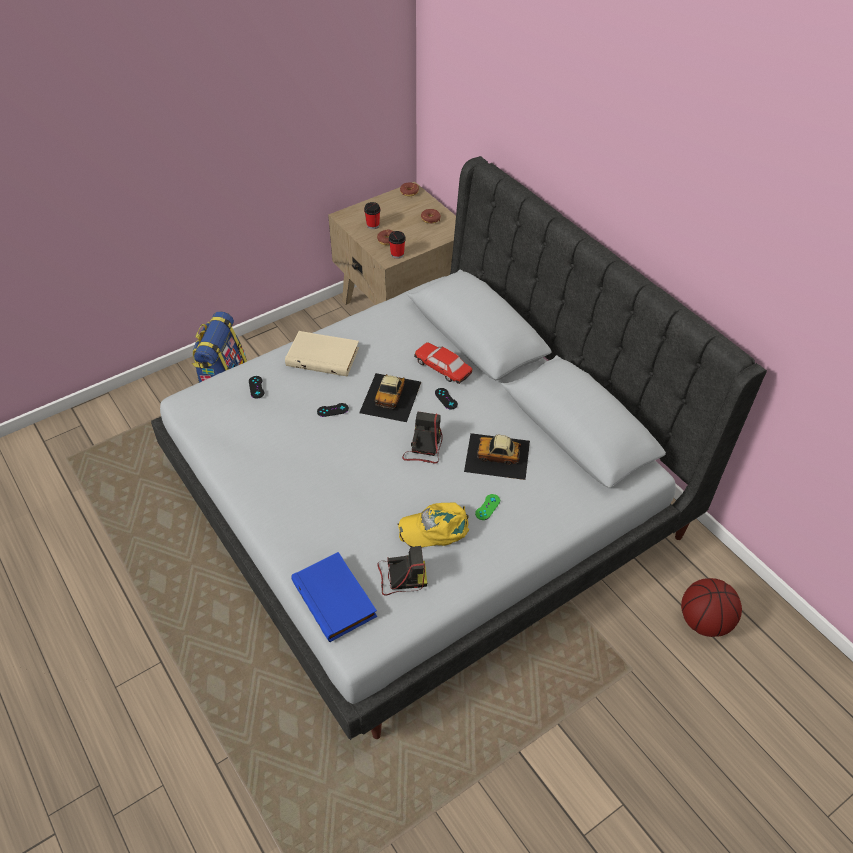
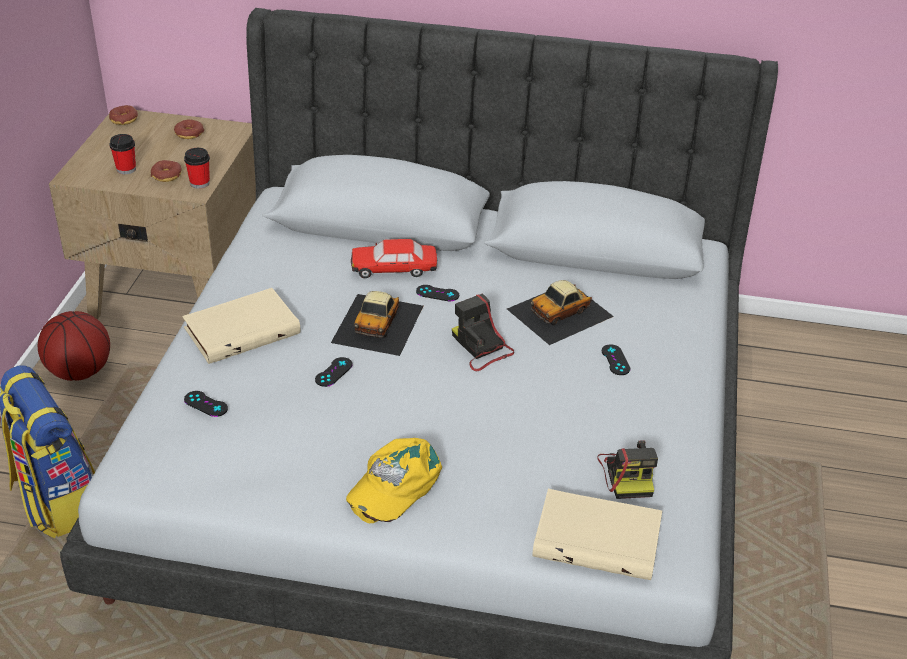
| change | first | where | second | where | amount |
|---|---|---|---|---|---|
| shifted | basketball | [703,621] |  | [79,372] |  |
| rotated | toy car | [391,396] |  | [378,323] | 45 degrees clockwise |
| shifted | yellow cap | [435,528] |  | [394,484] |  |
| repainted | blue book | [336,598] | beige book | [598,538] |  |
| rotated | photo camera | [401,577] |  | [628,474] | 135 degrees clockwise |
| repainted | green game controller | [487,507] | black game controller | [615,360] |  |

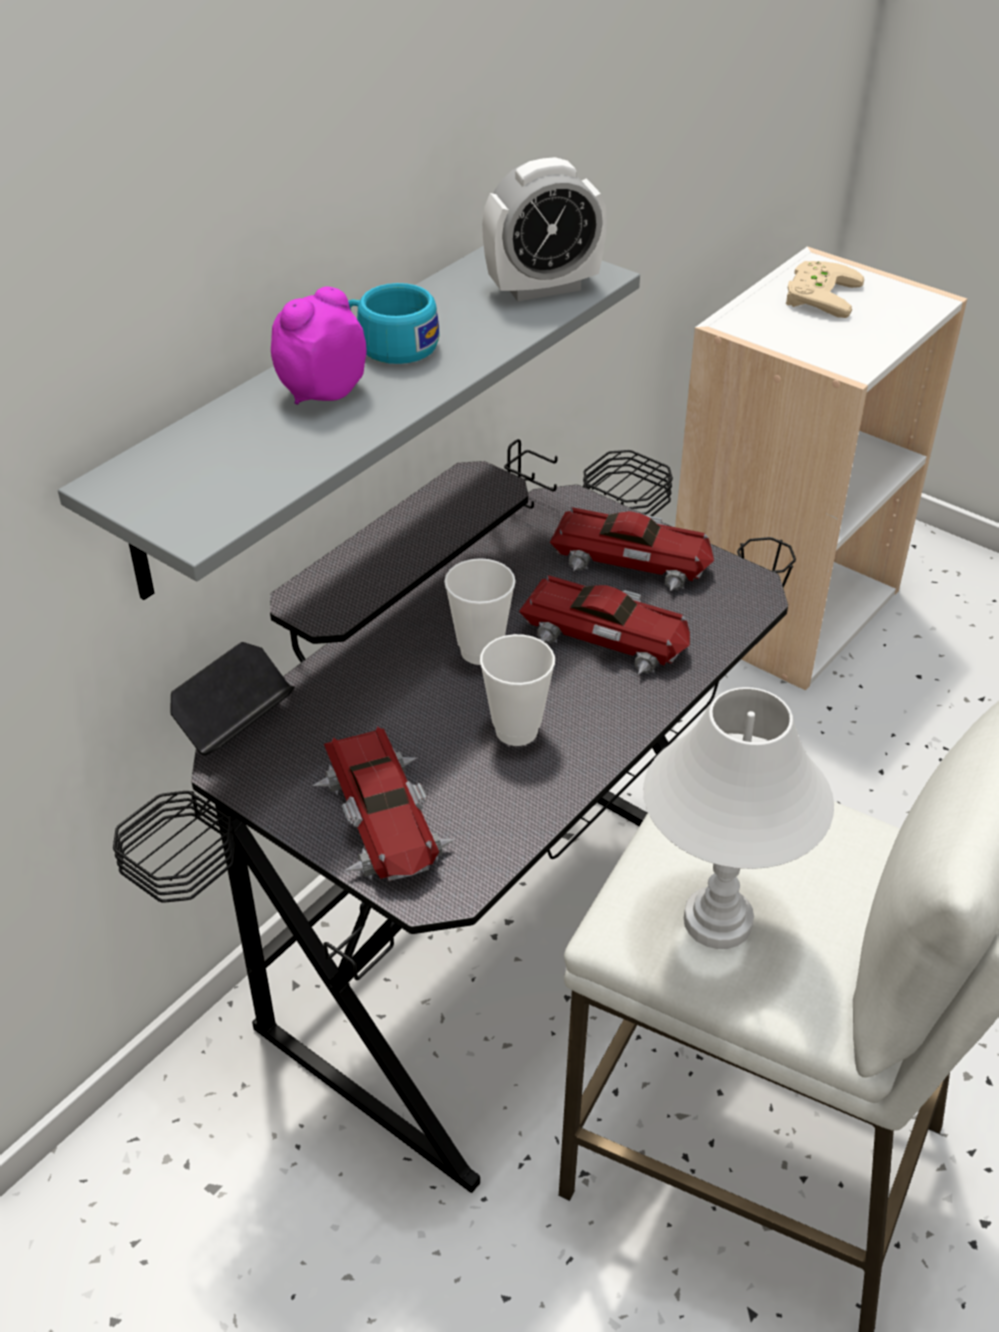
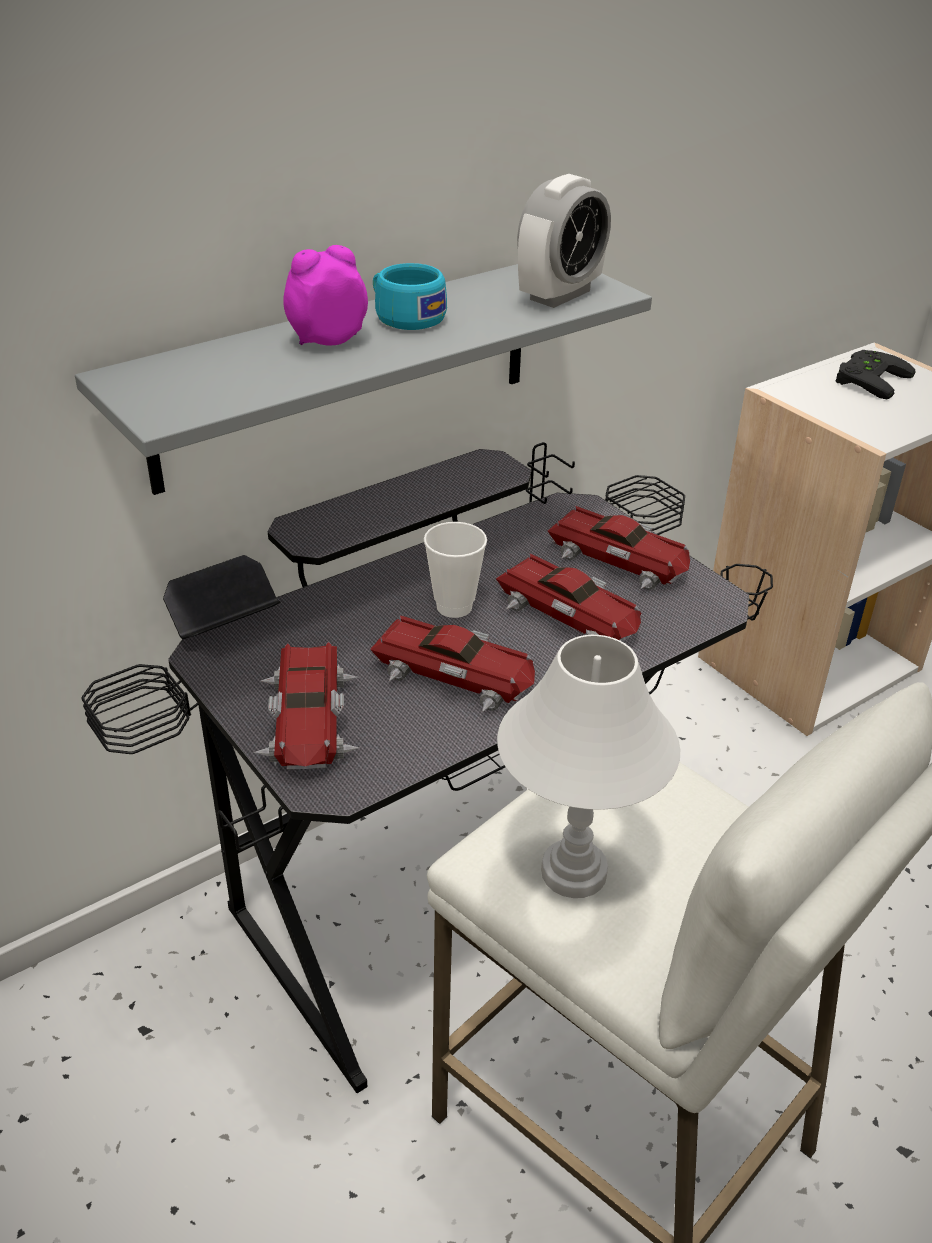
| change | first | where | second | where | amount |
|---|---|---|---|---|---|
| swapped | cup | [516,731] | toy car | [456,674] |  |
| rotated | alarm clock | [543,288] |  | [559,295] | 45 degrees counterclockwise |
| repainted | beige game controller | [817,294] | black game controller | [867,378] |  |

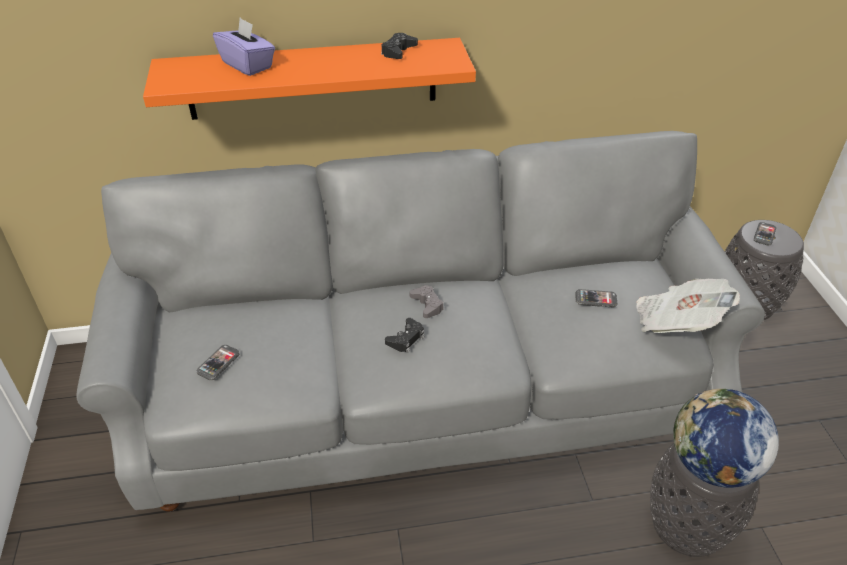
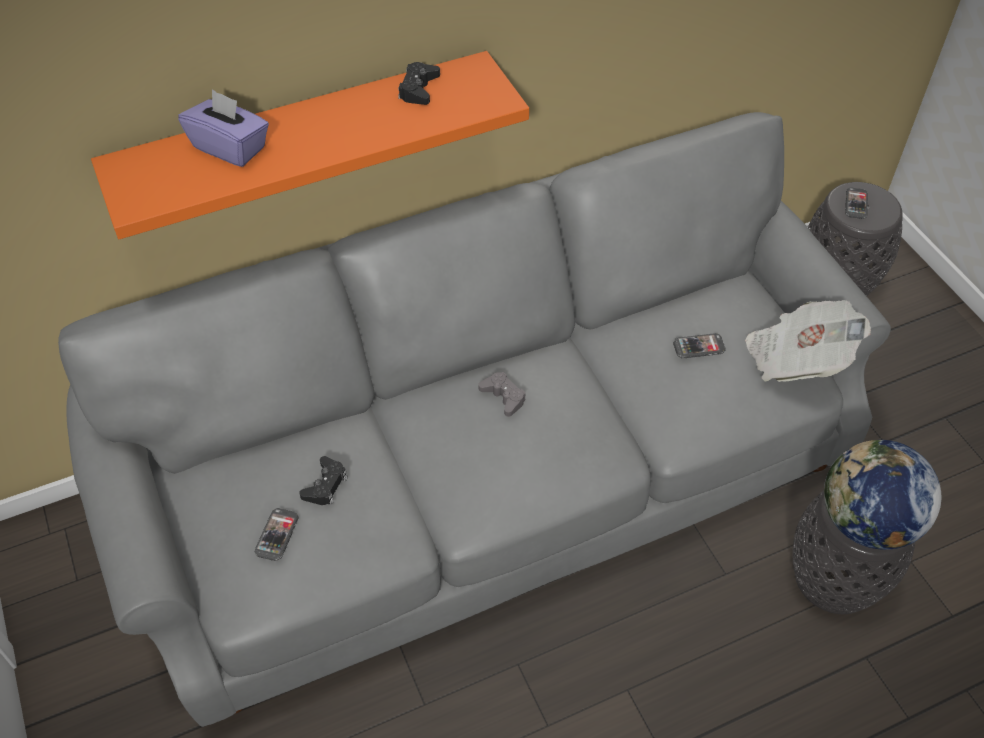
| change | first | where | second | where | amount |
|---|---|---|---|---|---|
| shifted | black game controller | [406,339] |  | [325,485] |  |

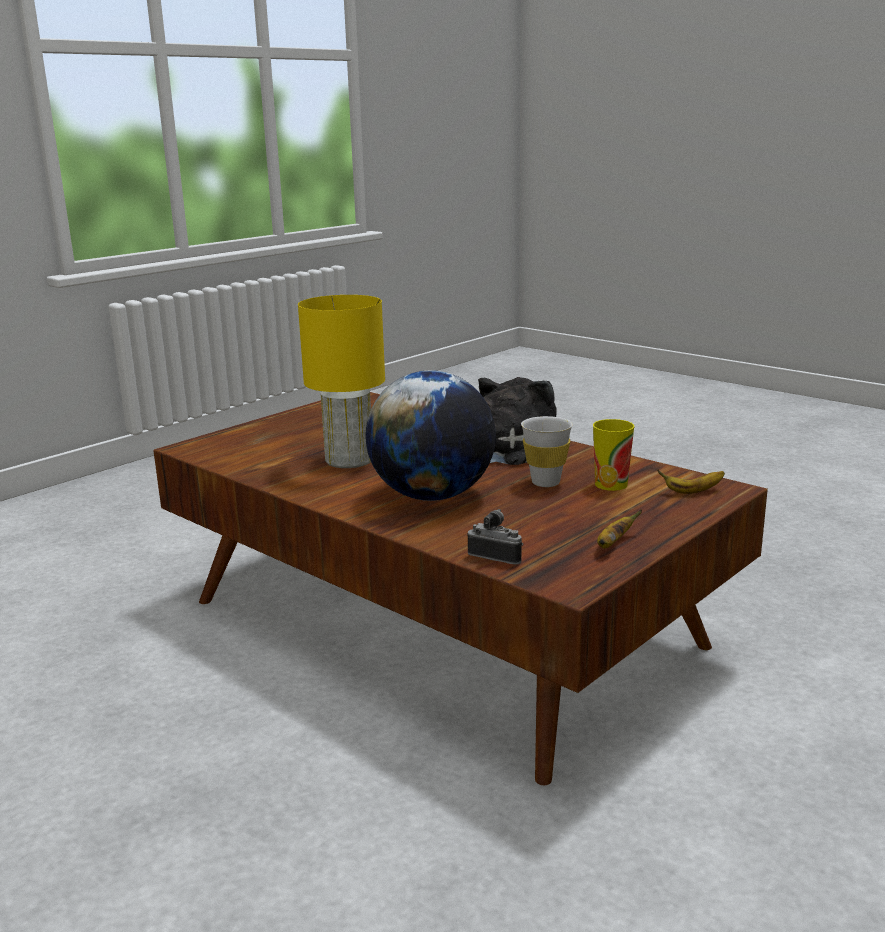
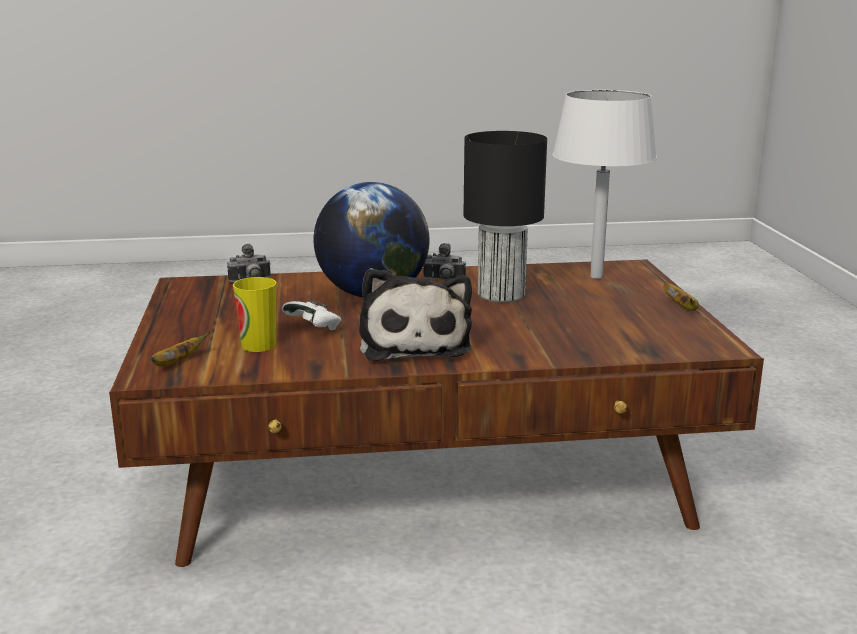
| change | first | where | second | where | amount |
|---|---|---|---|---|---|
| swapped | white cup | [545,482] | white game controller | [314,329] |  |
| new |  |  | photo camera | [444,280] |  |
| repainted | yellow table lamp | [350,460] | black table lamp | [502,295] |  |
| new |  |  | white table lamp | [596,277] |  |
| shifted | banana | [613,543] |  | [682,307] |  |

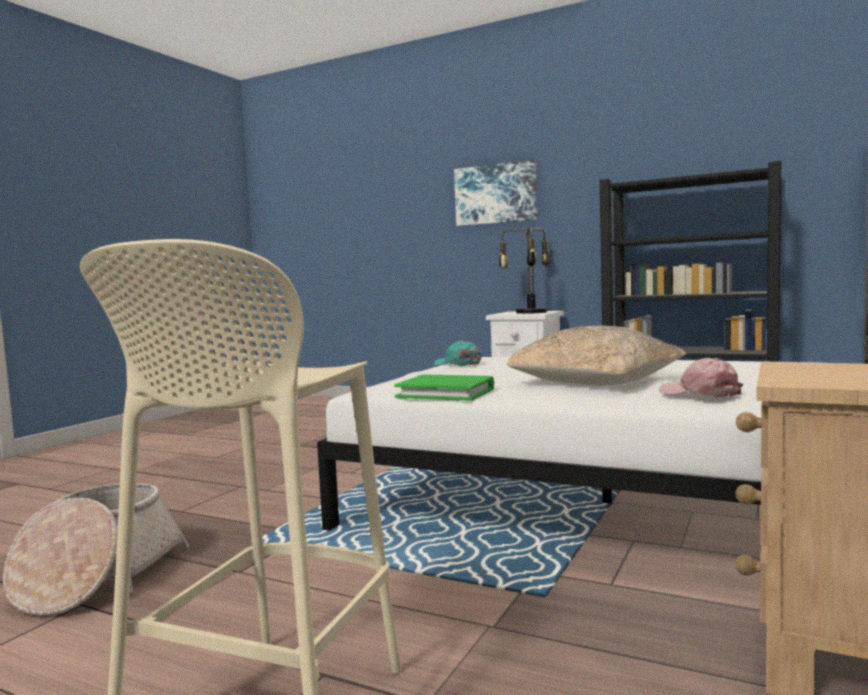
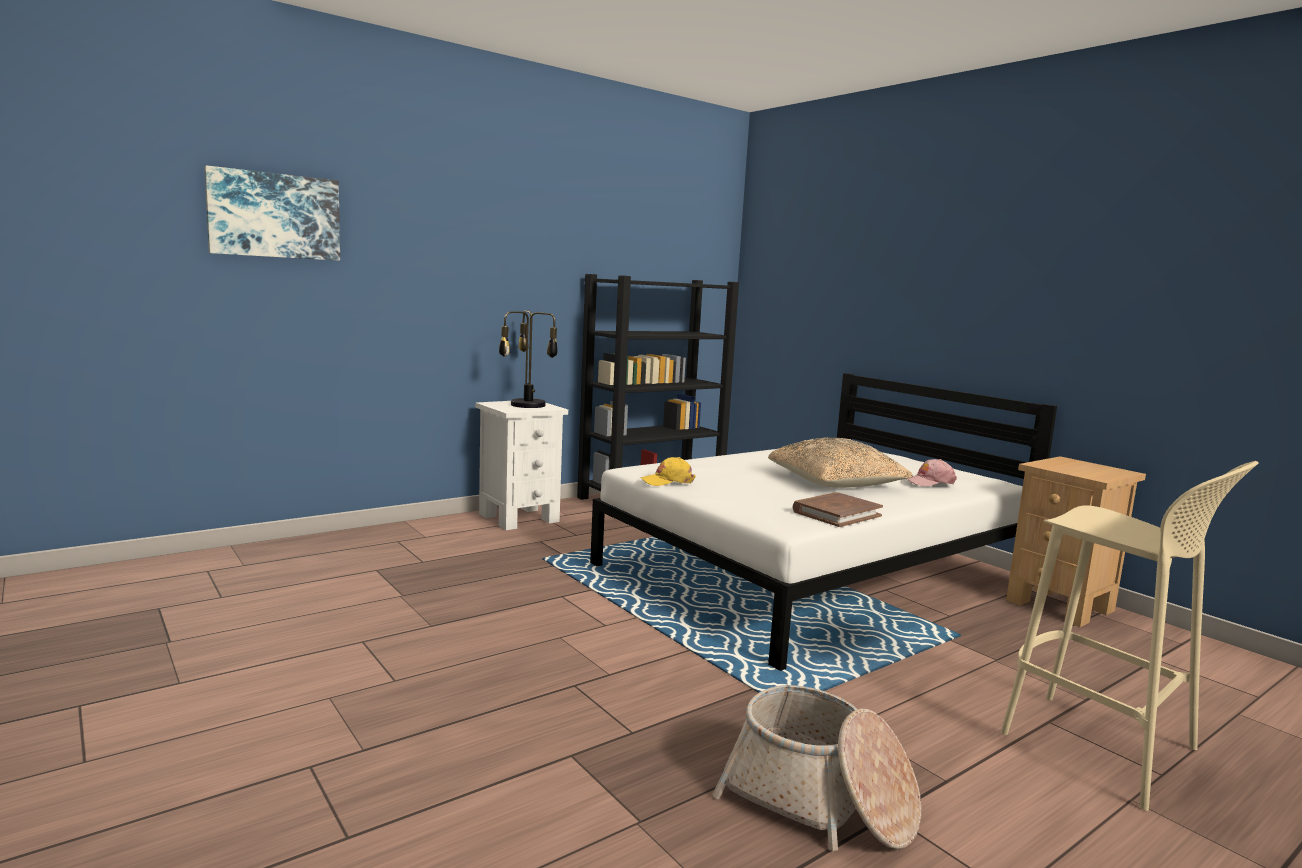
| change | first | where | second | where | amount |
|---|---|---|---|---|---|
| shifted | picture | [496,194] |  | [274,215] |  |
| repainted | turquoise cap | [458,364] | yellow cap | [667,481] |  |
| repainted | green book | [446,393] | brown book | [836,513] |  |

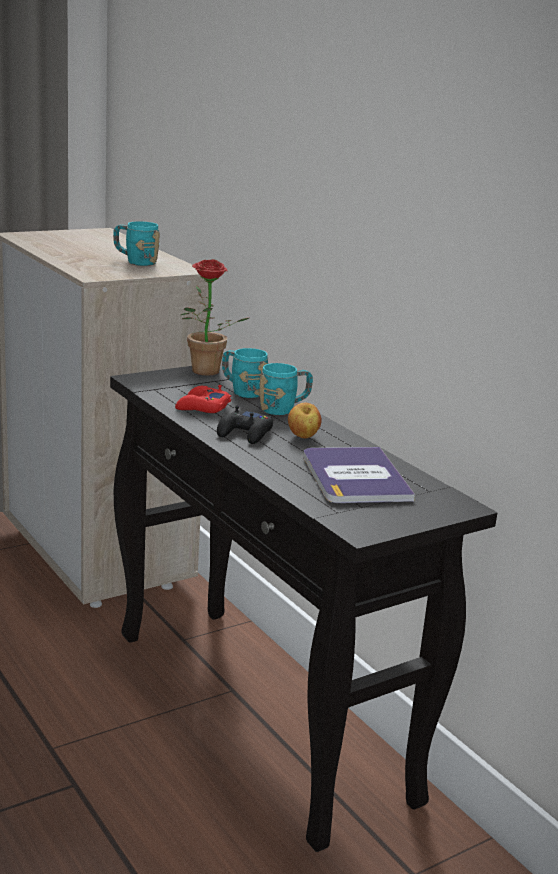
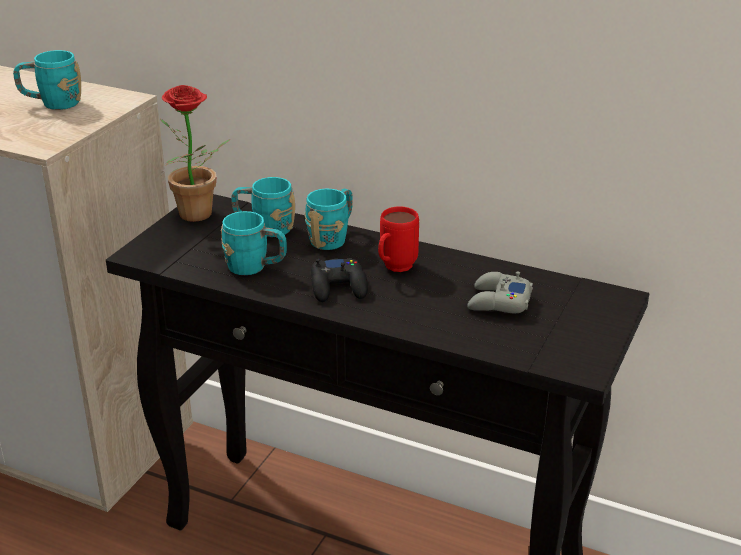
| change | first | where | second | where | amount |
|---|---|---|---|---|---|
| swapped | red game controller | [202,407] | turquoise mug | [255,268] |  |
| swapped | apple | [303,437] | red mug | [394,269] |  |
| swapped | book | [355,477] | grey game controller | [498,302] |  |

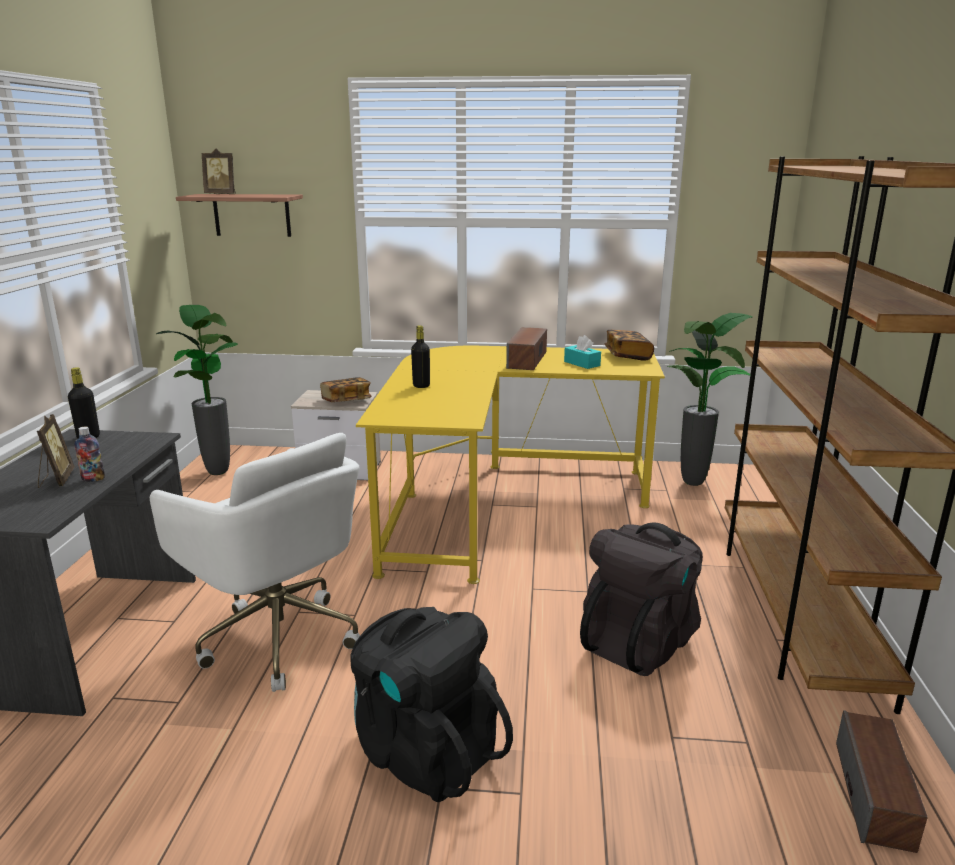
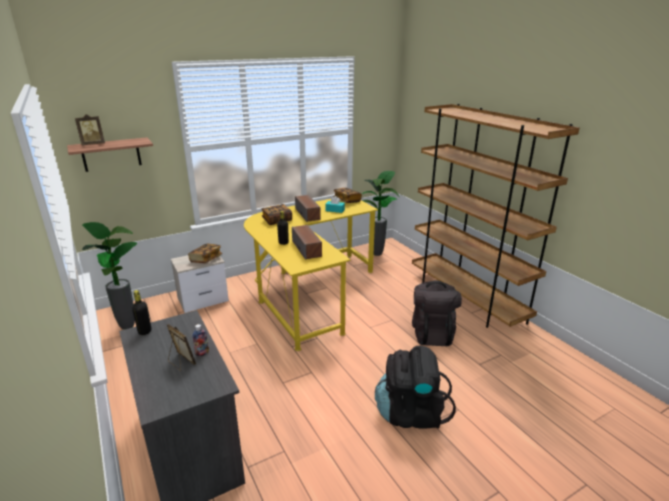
| change | first | where | second | where | amount |
|---|---|---|---|---|---|
| new |  |  | book | [277,220] |  |
| shifted | speaker | [874,794] |  | [307,248] |  |
| gone | white office chair | [275,638] |  |  |  |

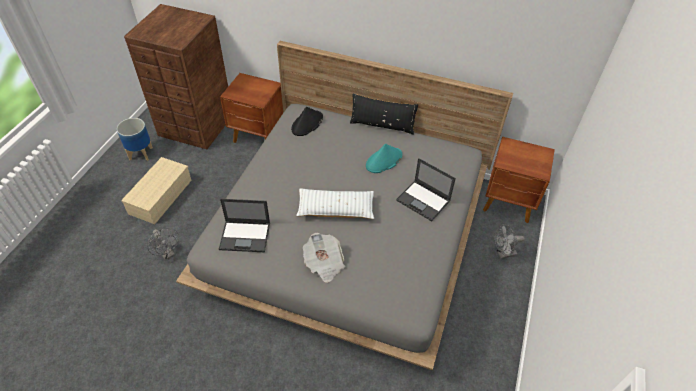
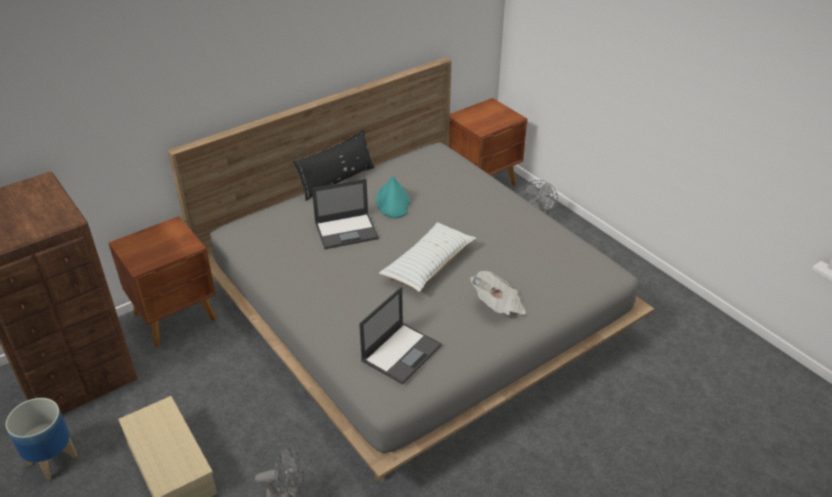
| change | first | where | second | where | amount |
|---|---|---|---|---|---|
| shifted | laptop | [424,201] |  | [347,230] |  |
| gone | black hat | [307,124] |  |  |  |

